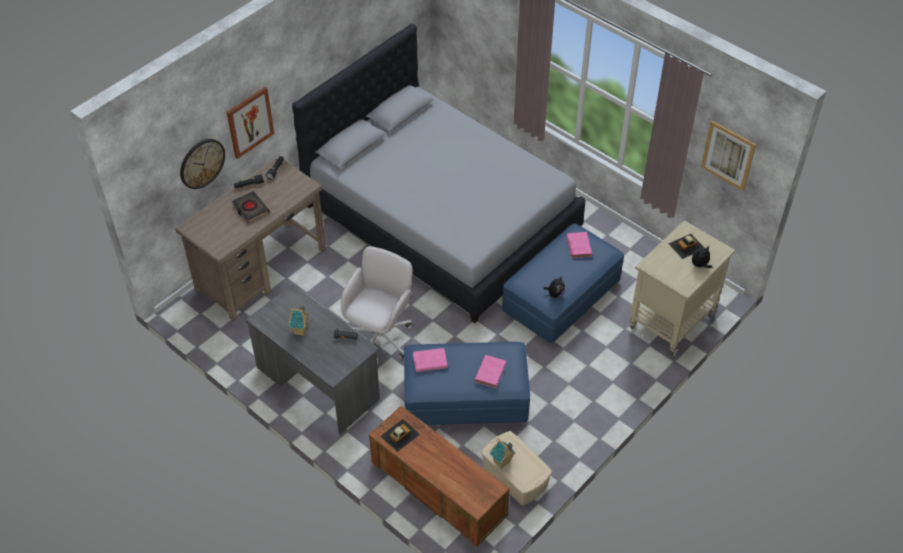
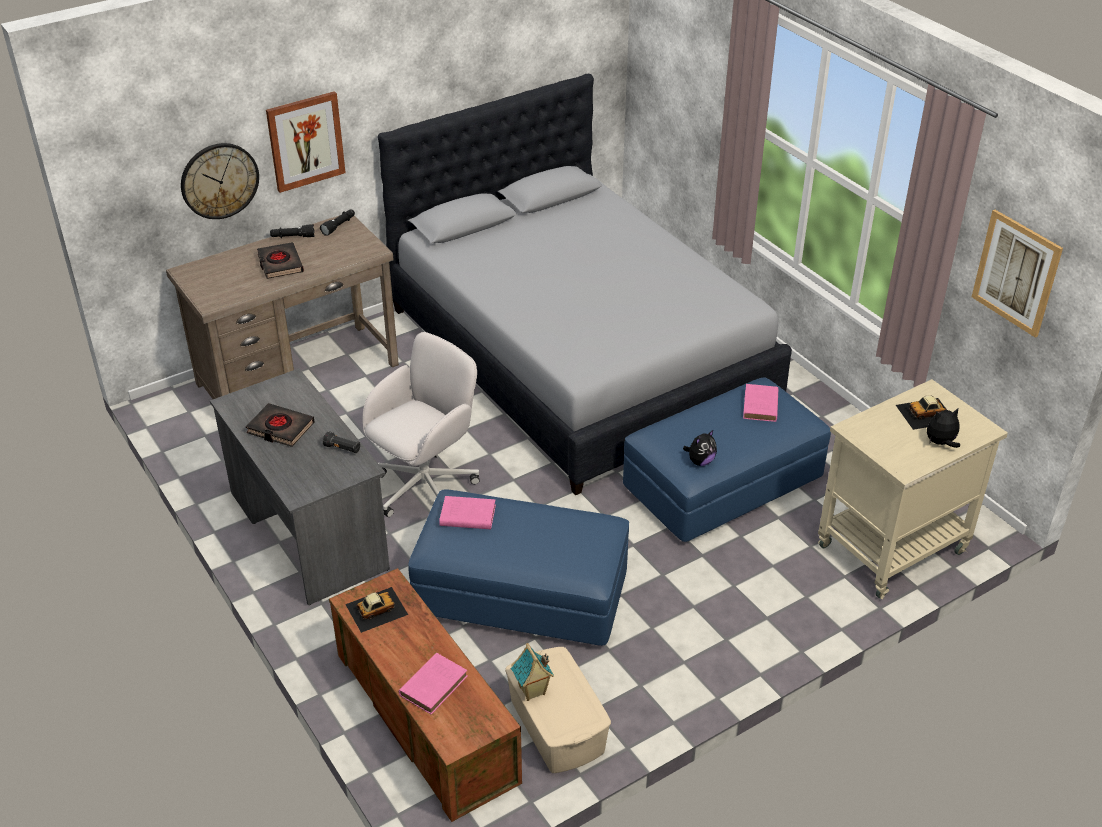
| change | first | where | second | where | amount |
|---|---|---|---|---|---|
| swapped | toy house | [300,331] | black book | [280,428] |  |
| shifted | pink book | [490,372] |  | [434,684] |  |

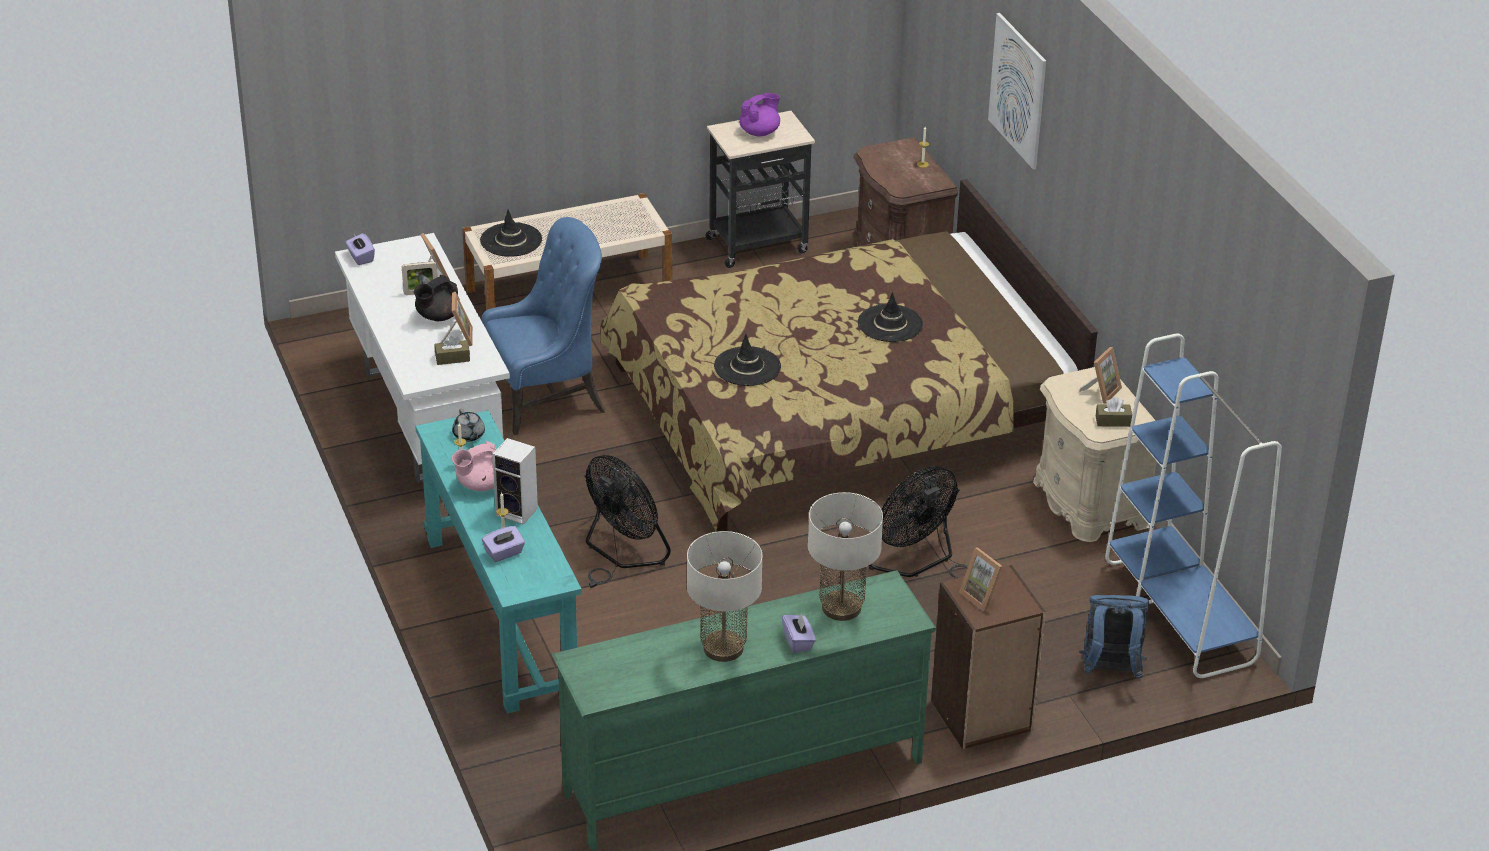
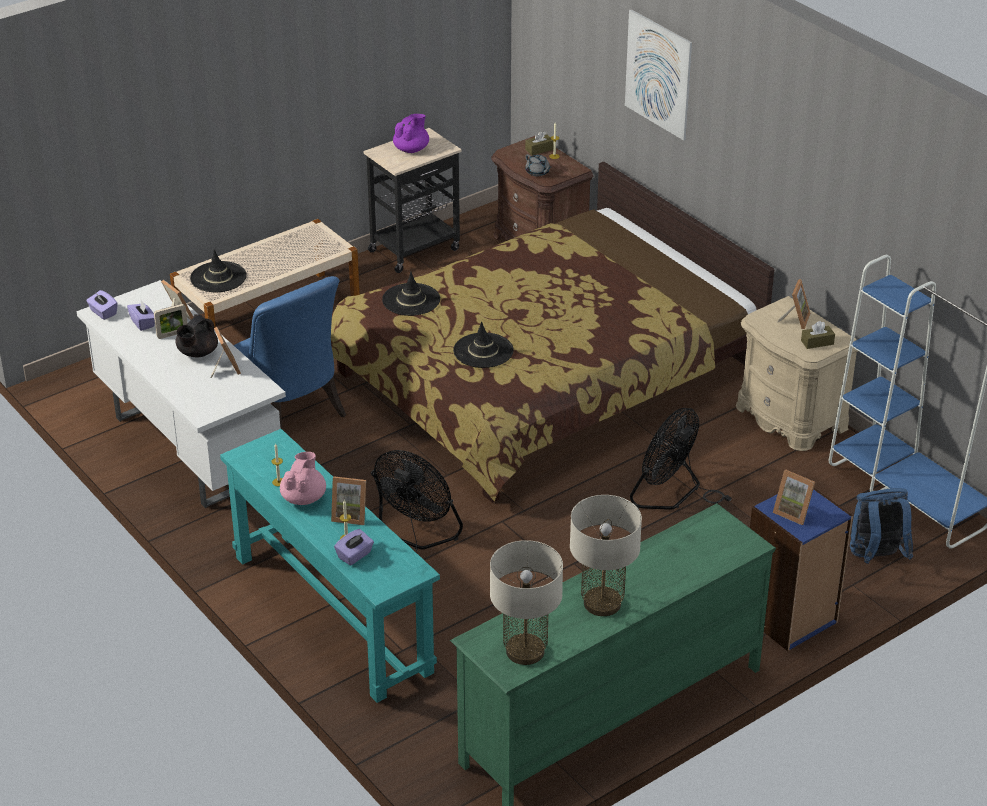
| change | first | where | second | where | amount |
|---|---|---|---|---|---|
| shifted | purple tissue box | [798,641] |  | [143,323] |  |
| rotated | blue chair | [547,397] |  | [289,410] | 90 degrees clockwise |
| rotated | pink teapot | [479,485] |  | [304,497] | 150 degrees clockwise |
| swapped | speaker | [518,511] | picture frame | [350,515] |  |
| shifted | black hat | [890,324] |  | [411,300] |  |
| shifted | table lamp | [841,608] |  | [525,651] |  |
| shifted | brown tissue box | [452,358] |  | [539,149] |  |
| shifted | grey teapot | [469,435] |  | [538,172] |  |
| repainted | brown bookcase | [982,716] | blue bookcase | [790,618] |  |

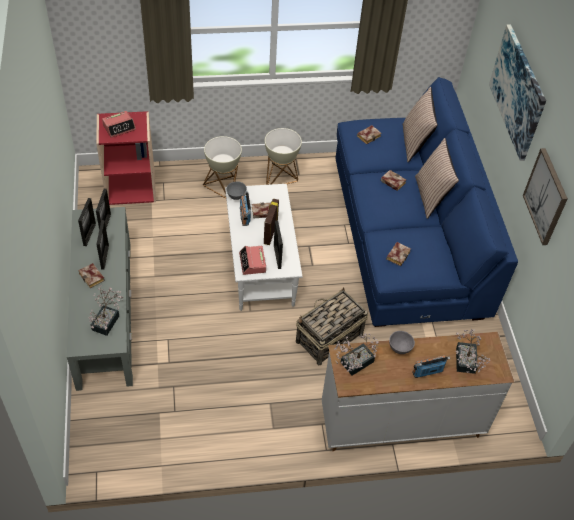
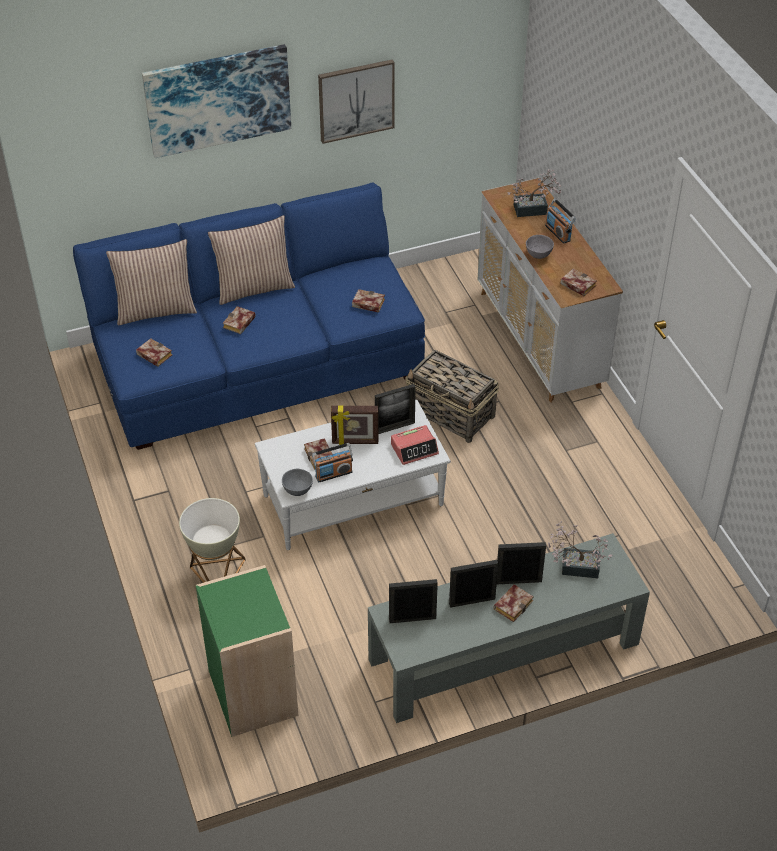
| change | first | where | second | where | amount |
|---|---|---|---|---|---|
| repainted | red bookcase | [131,188] | green bookcase | [251,692] |  |
| shifted | picture frame | [89,234] |  | [518,581] |  |
| swapped | potted plant | [353,364] | book | [576,285] |  |
| gone | alarm clock | [119,127] |  |  |  |
| gone | planter | [280,178] |  |  |  |

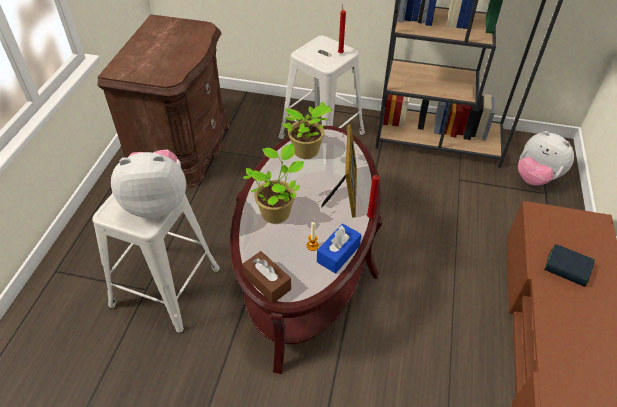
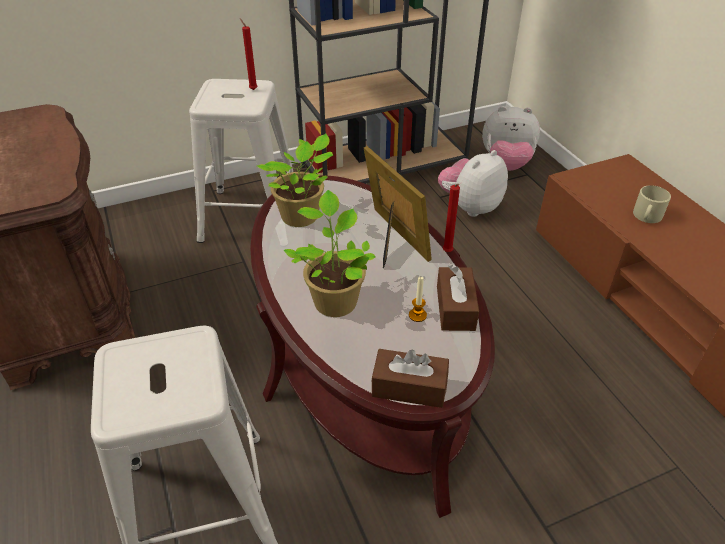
| change | first | where | second | where | amount |
|---|---|---|---|---|---|
| repainted | blue tissue box | [338,254] | brown tissue box | [455,308] |  |
| shifted | plush toy | [157,203] |  | [470,206] |  |
| swapped | book | [567,268] | beige mug | [646,216] |  |

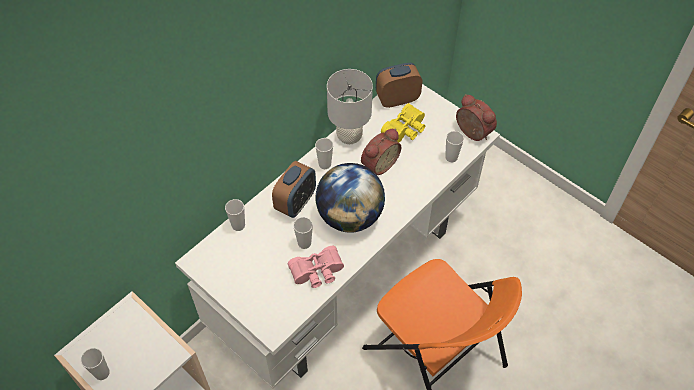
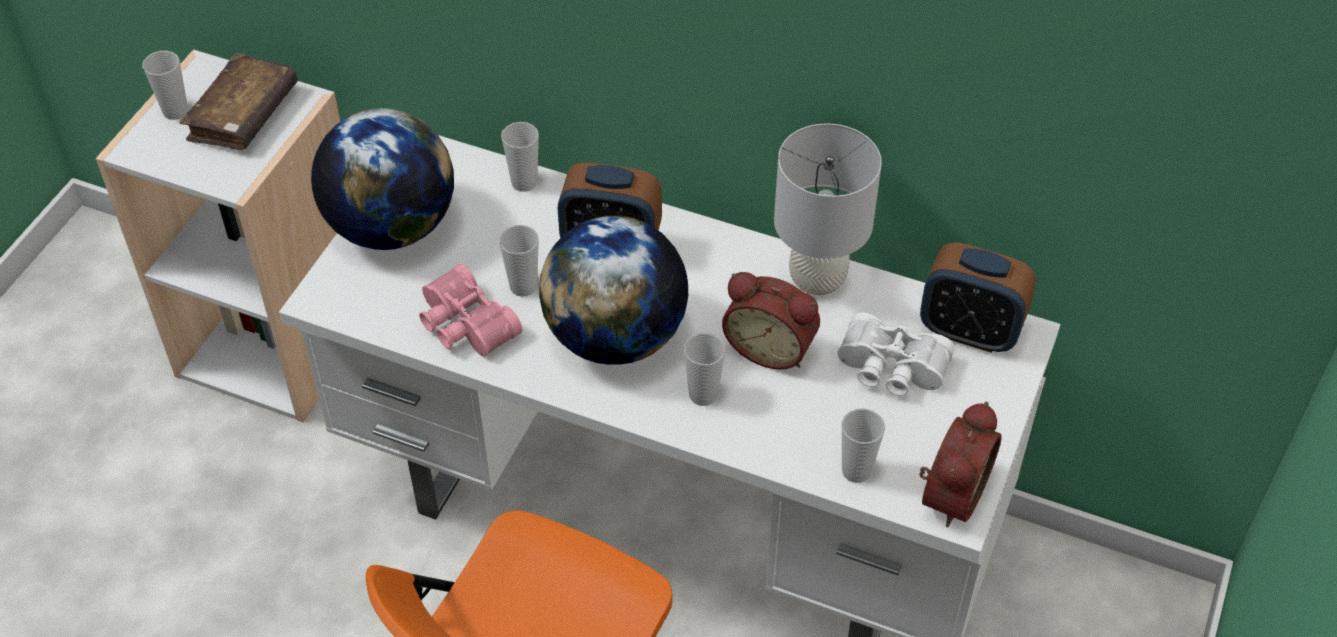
| change | first | where | second | where | amount |
|---|---|---|---|---|---|
| new |  |  | brown book | [243,115] |  |
| new |  |  | globe | [391,227] |  |
| shifted | cup | [325,164] |  | [703,395] |  |
| repainted | yellow binoculars | [406,130] | white binoculars | [891,369] |  |
| rotated | alarm clock | [397,99] |  | [969,331] | 150 degrees clockwise |

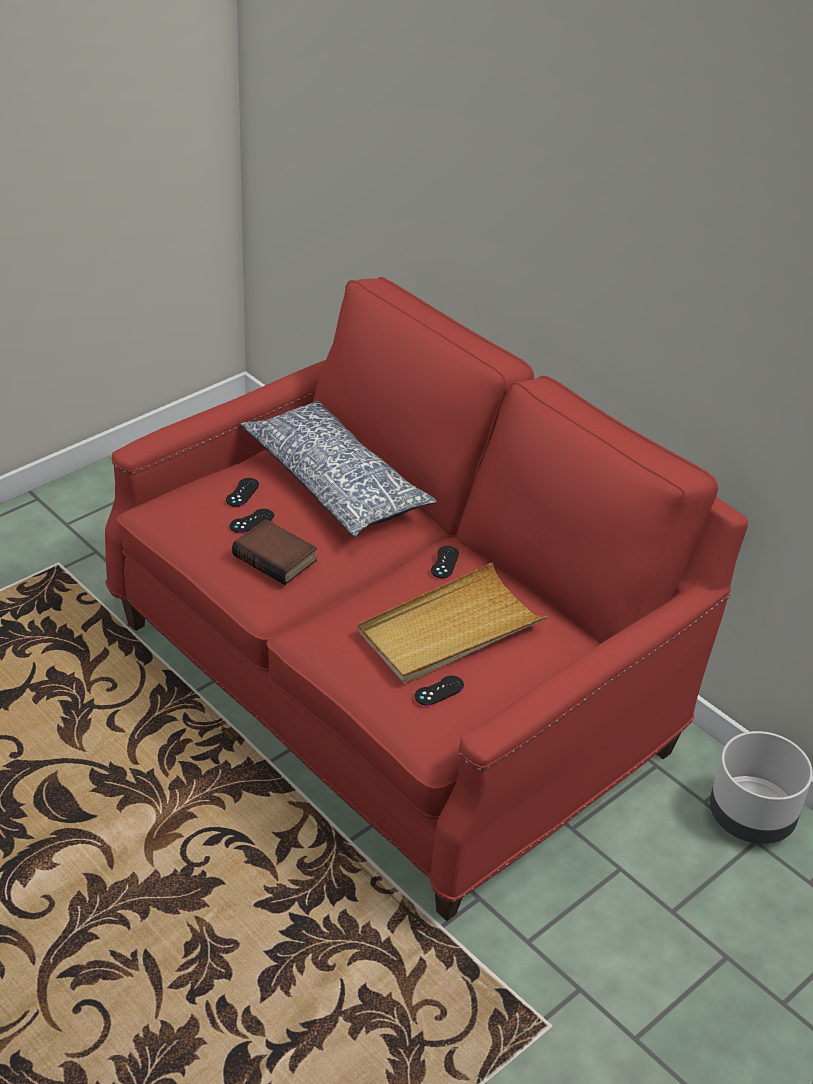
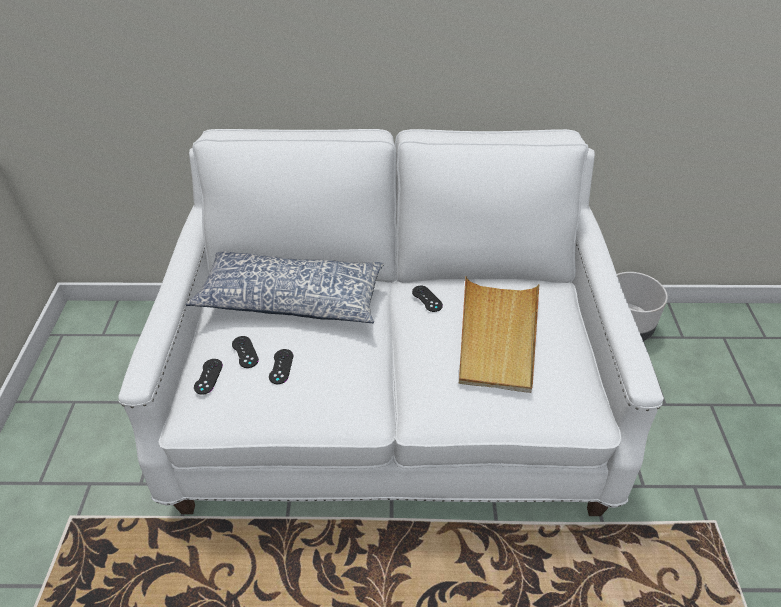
| change | first | where | second | where | amount |
|---|---|---|---|---|---|
| repainted | red sofa | [397,682] | white sofa | [391,402] |  |
| shifted | black game controller | [439,691] |  | [208,376] |  |
| gone | book | [277,557] |  |  |  |

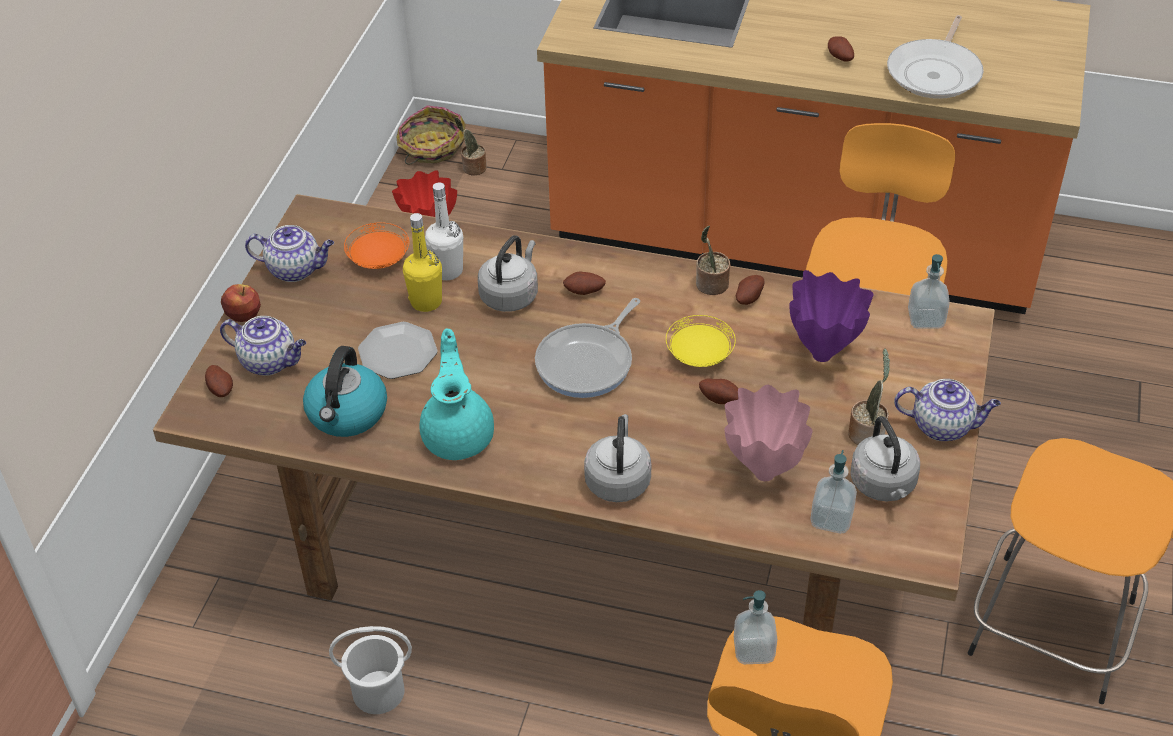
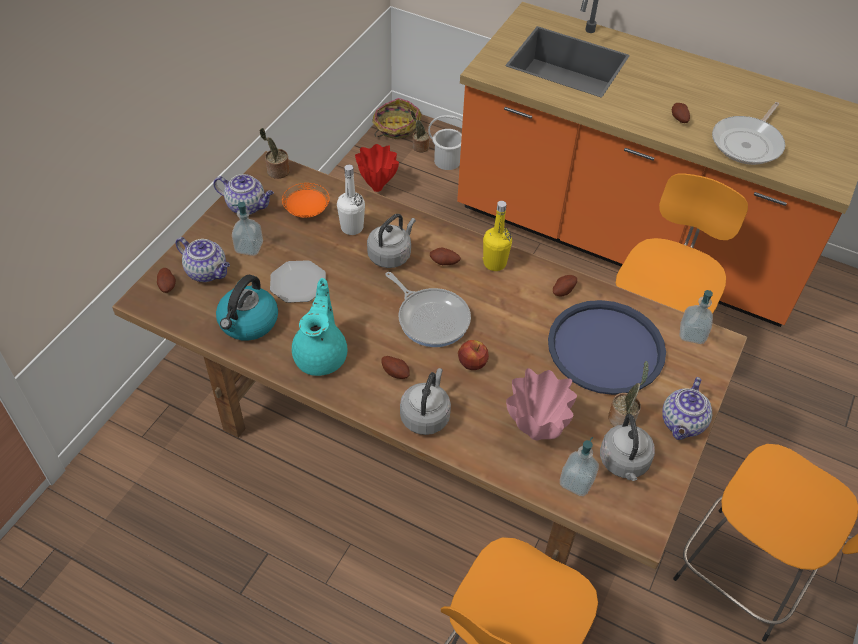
| change | first | where | second | where | amount |
|---|---|---|---|---|---|
| shifted | soap dispenser | [753,650] |  | [249,247] |  |
| shifted | potted plant | [711,285] |  | [277,172] |  |
| shifted | potato | [720,398] |  | [396,372] |  |
| rotated | frying pan | [588,362] |  | [431,318] | 90 degrees counterclockwise |
| shifted | white bucket | [378,691] |  | [447,160] |  |
| shifted | apple | [243,315] |  | [472,363] |  |
| shifted | yellow bottle | [426,302] |  | [494,263] |  |
| swapped | purple vase | [822,356] | blue tray | [605,348] |  |
| rotated | teapot | [943,426] |  | [682,424] | 90 degrees clockwise |
| gone | yellow plate | [700,355] |  |  |  |

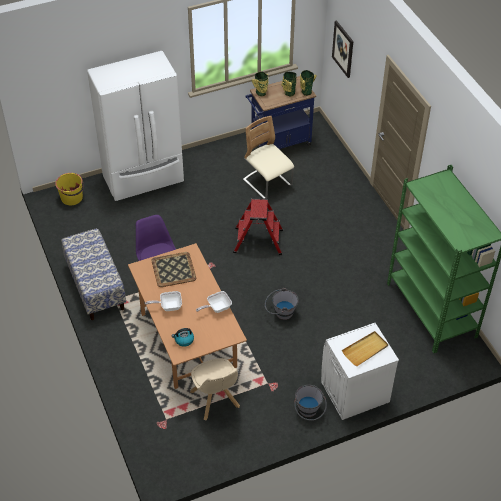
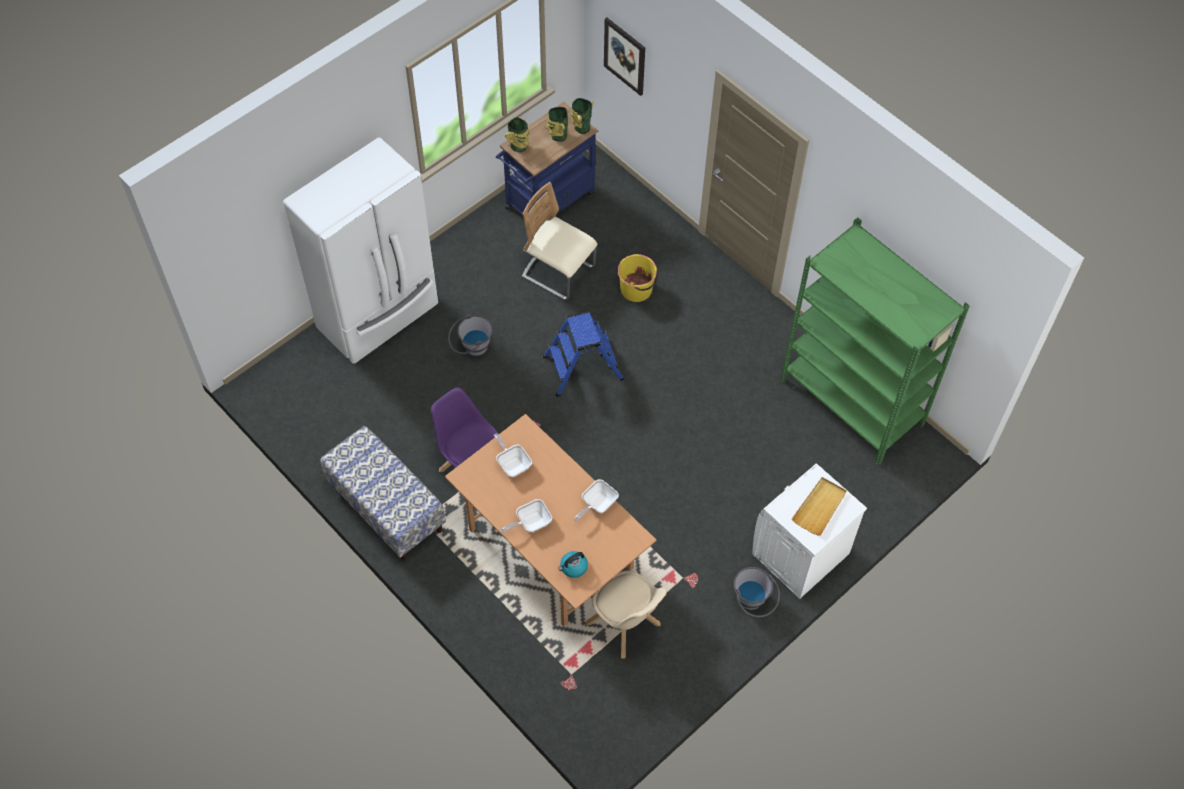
| change | first | where | second | where | amount |
|---|---|---|---|---|---|
| shifted | grey bucket | [280,313] |  | [471,348] |  |
| swapped | tray | [174,269] | frying pan | [512,464] |  |
| repainted | red step ladder | [258,241] | blue step ladder | [583,368] |  |
| shifted | yellow bucket | [72,198] |  | [637,289] |  |

